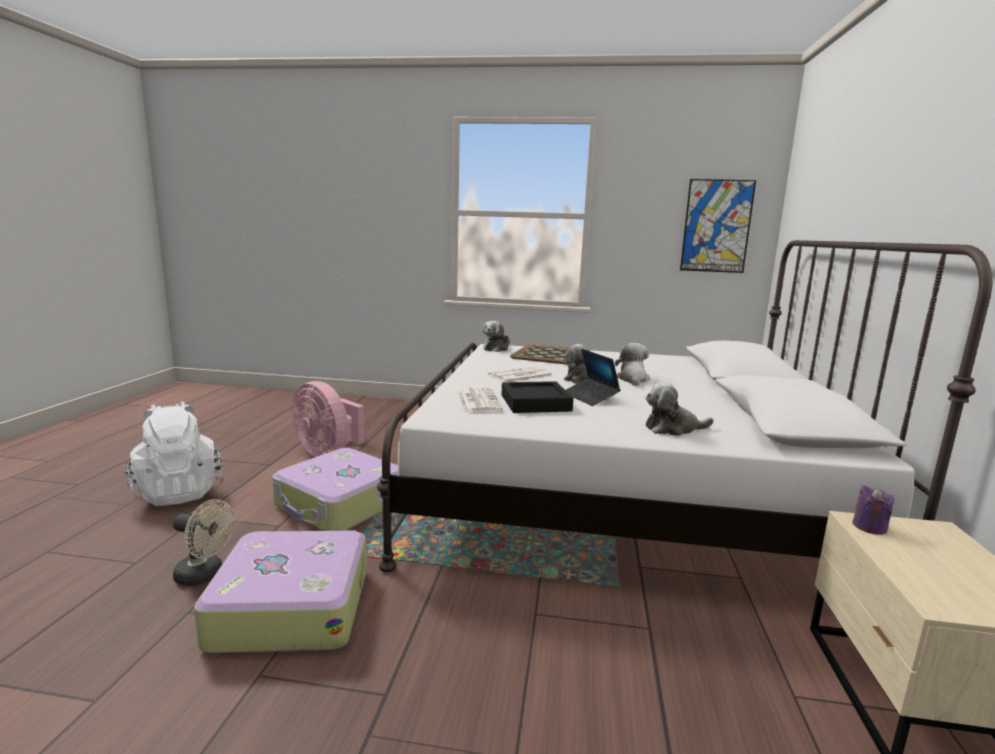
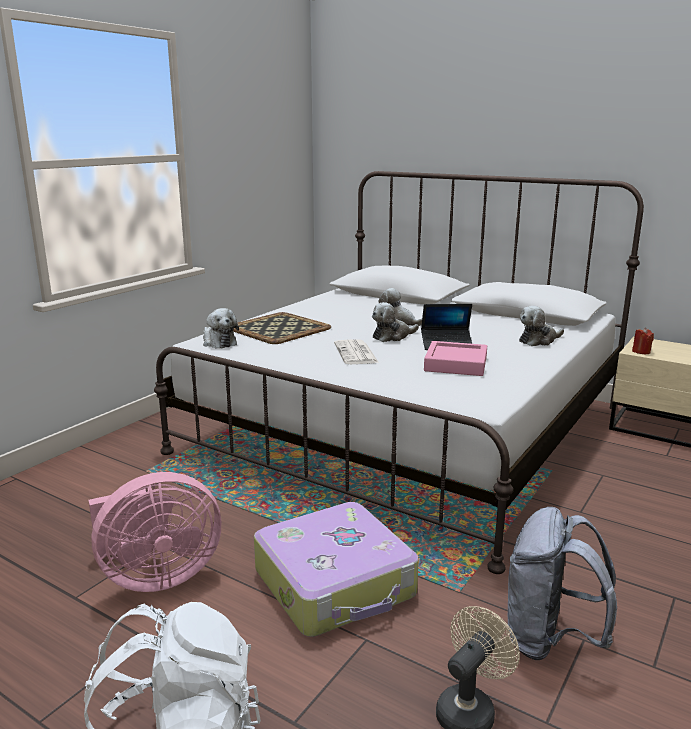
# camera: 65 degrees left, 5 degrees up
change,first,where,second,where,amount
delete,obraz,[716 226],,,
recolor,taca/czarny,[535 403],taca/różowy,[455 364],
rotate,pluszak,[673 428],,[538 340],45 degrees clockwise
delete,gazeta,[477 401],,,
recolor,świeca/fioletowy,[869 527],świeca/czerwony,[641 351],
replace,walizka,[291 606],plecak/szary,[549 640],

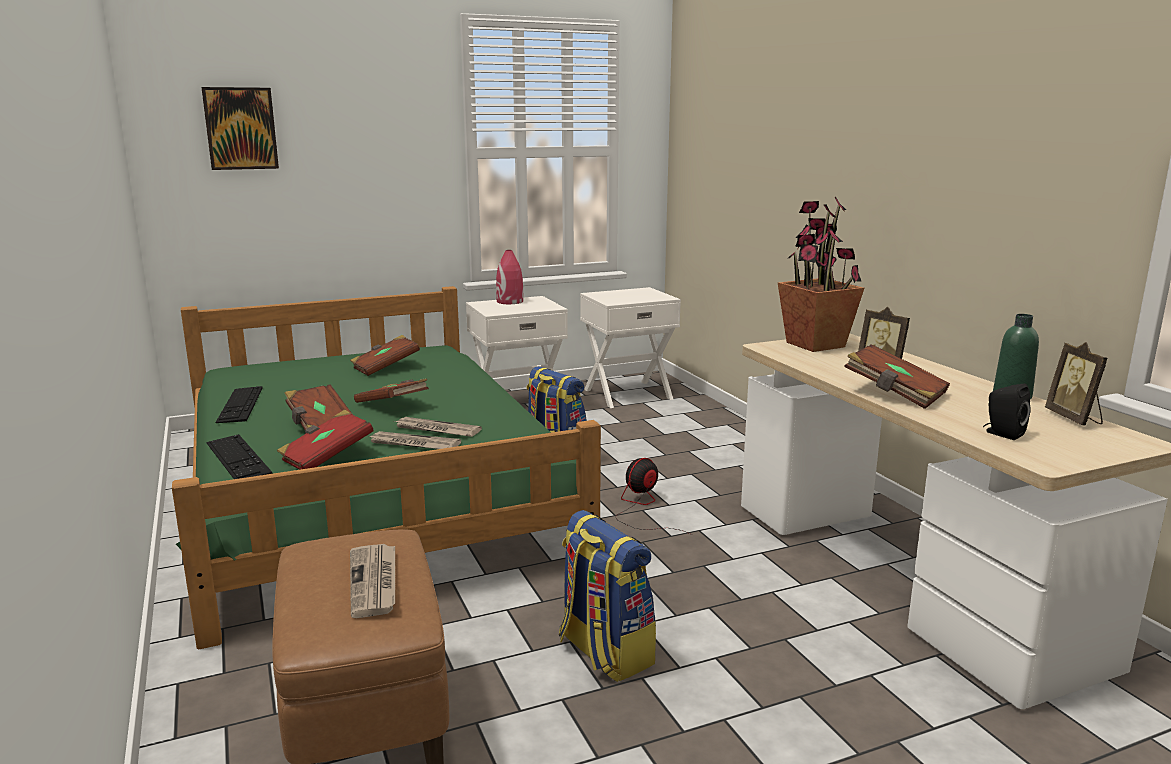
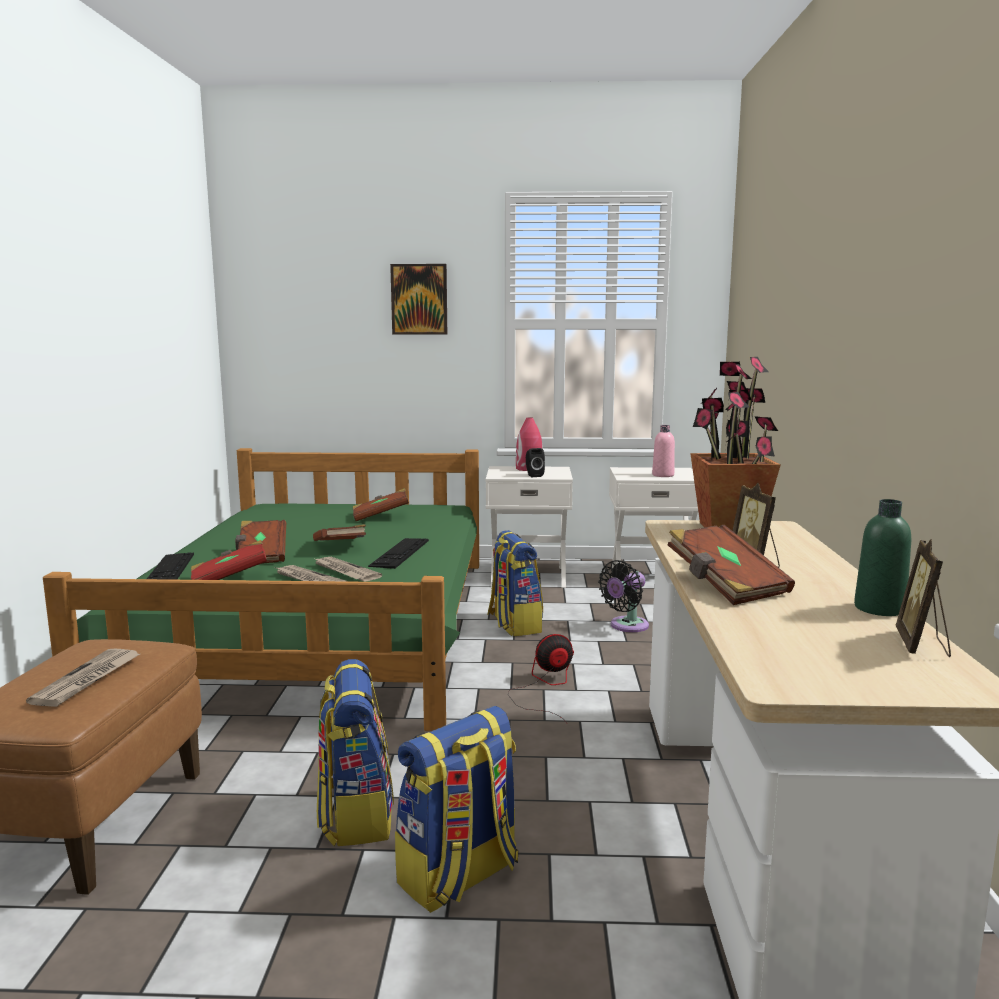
# camera: 25 degrees right, 5 degrees down
change,first,where,second,where,amount
move,obraz,[241 128],,[419 299],
move,głośnik/czarny,[1002 433],,[533 475],
move,klawiatura,[240 404],,[400 553],
insert,,,butelka/różowy,[663 475],
insert,,,wentylator/czarny,[626 626],
insert,,,plecak,[459 877],

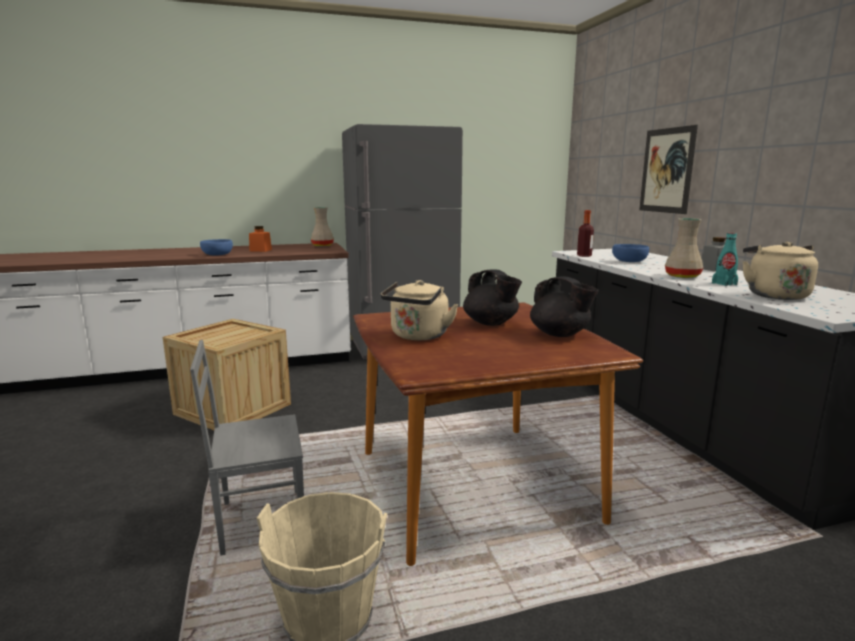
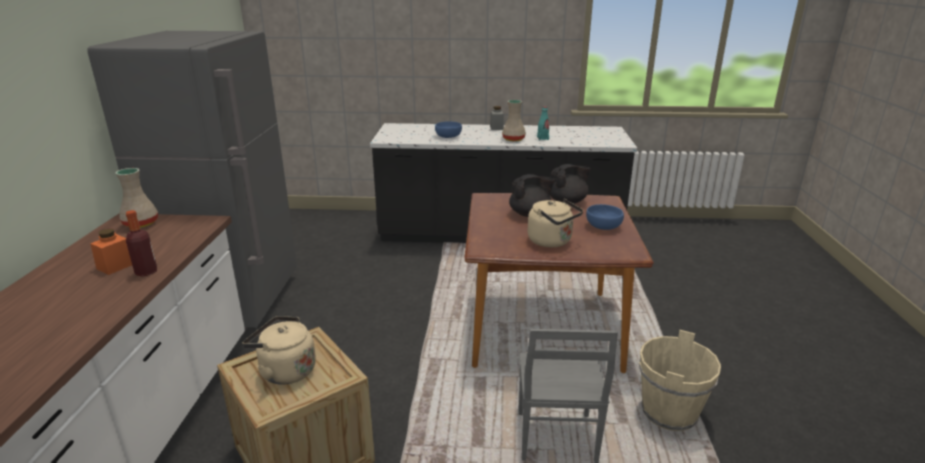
# camera: 70 degrees left, 10 degrees up
change,first,where,second,where,amount
delete,obraz,[666 170],,,
move,butelka,[584 256],,[146 272],
move,miska/niebieski,[217 254],,[603 226],
move,czajnik/beżowy,[774 295],,[285 371],

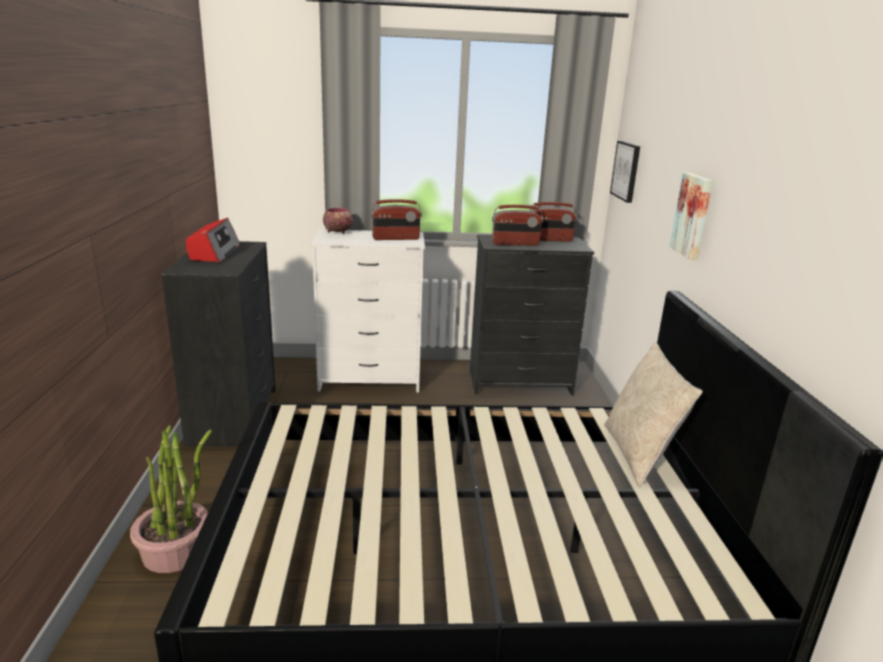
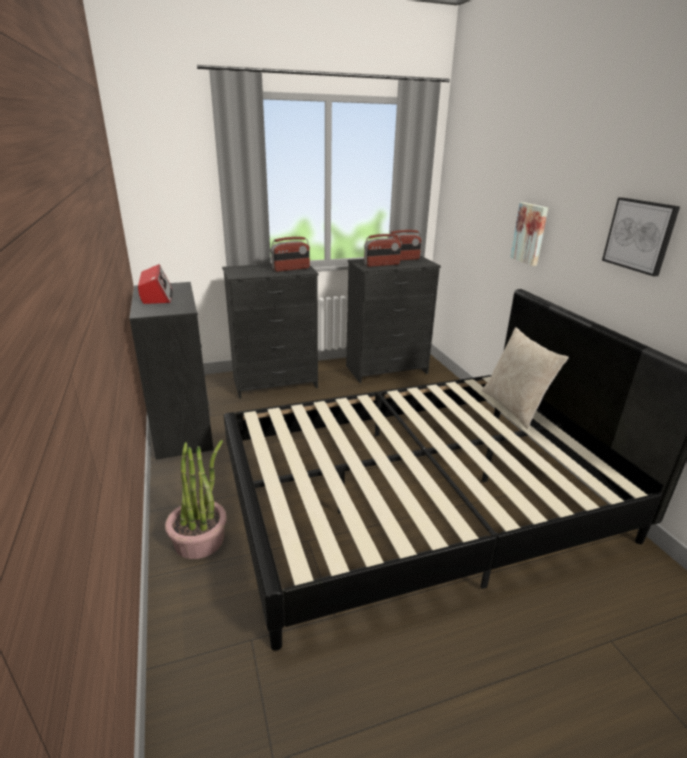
# camera: 15 degrees left, 5 degrees up
change,first,where,second,where,amount
move,obraz,[626 171],,[640 235],
delete,miska,[338 232],,,
recolor,komoda/biały,[370 379],komoda/czarny,[275 383],

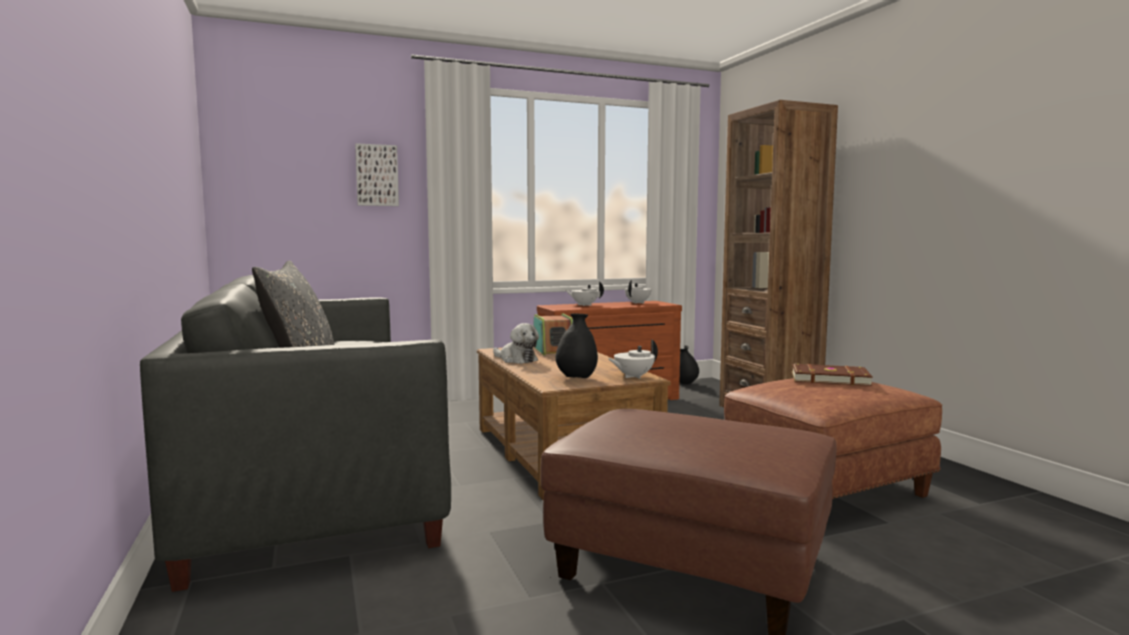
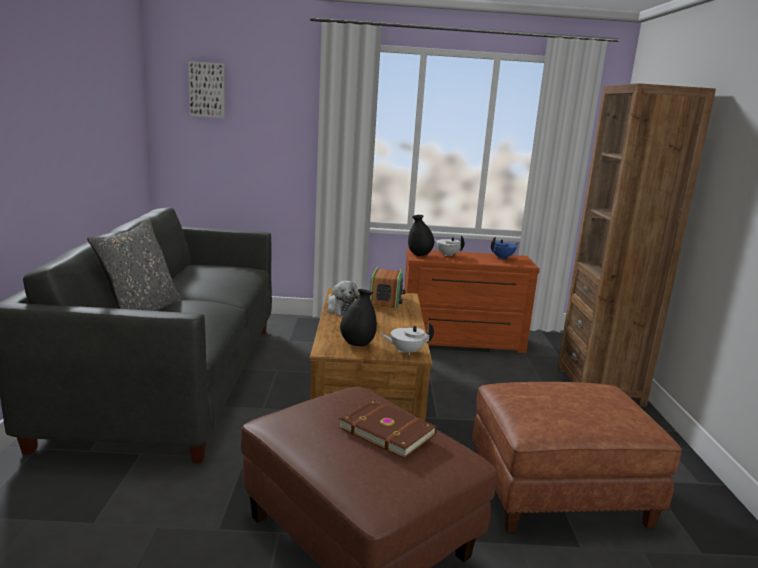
# camera: 20 degrees right, 10 degrees up
change,first,where,second,where,amount
move,obraz,[377 175],,[207 90],
recolor,imbryk/biały,[638 303],imbryk/niebieski,[502 257],
move,wazon/czarny,[685 383],,[419 255],
move,książka/brązowy,[829 378],,[387 430],

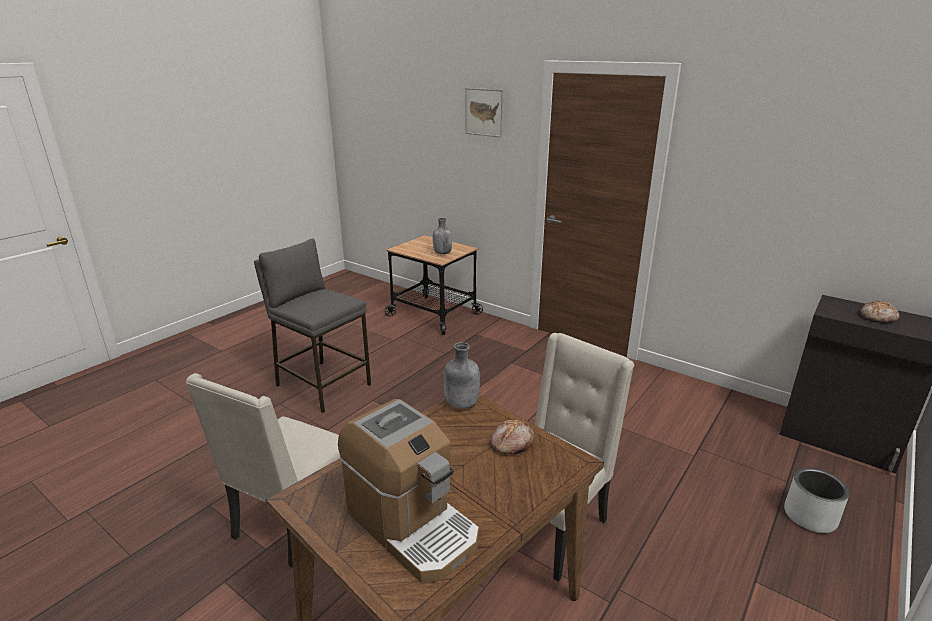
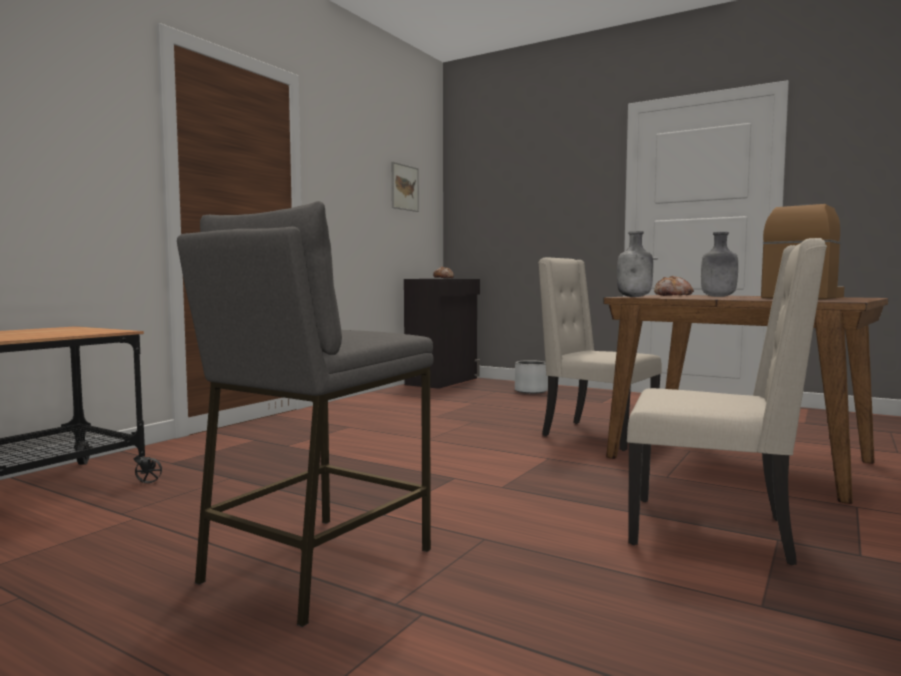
# camera: 95 degrees left, 20 degrees down
change,first,where,second,where,amount
move,obraz,[484 112],,[404 187],
move,butelka/szary,[442 253],,[718 296],

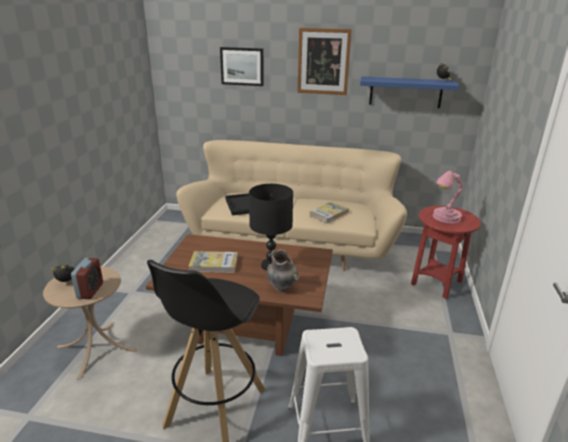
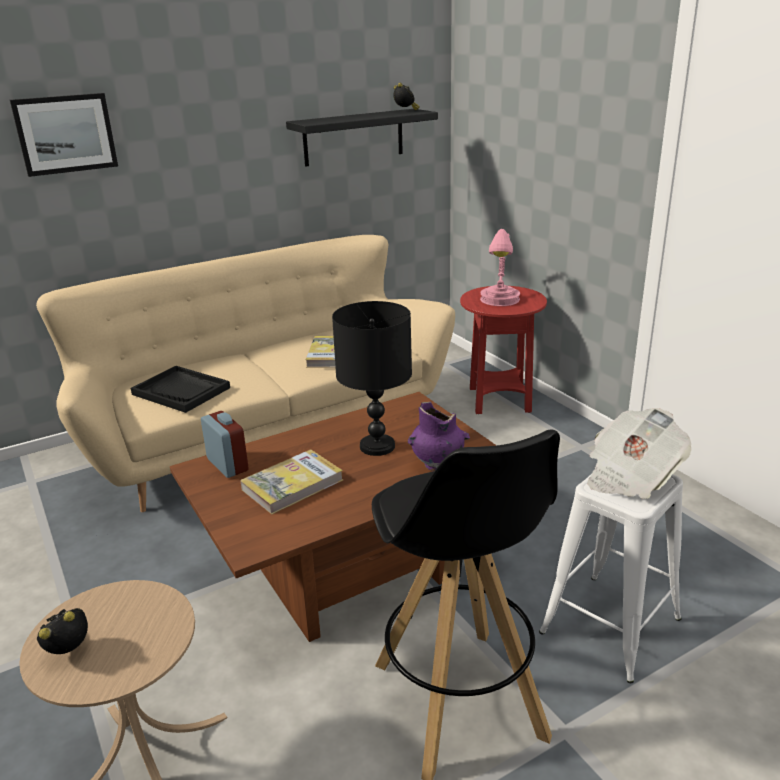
# camera: 40 degrees left, 0 degrees up
change,first,where,second,where,amount
delete,obraz,[323 61],,,
recolor,półka/niebieski,[405 92],półka/czarny,[353 137],
recolor,wazon/szary,[282 287],wazon/fioletowy,[438 464],
move,budzik,[90 291],,[227 465],
insert,,,gazeta,[631 476],

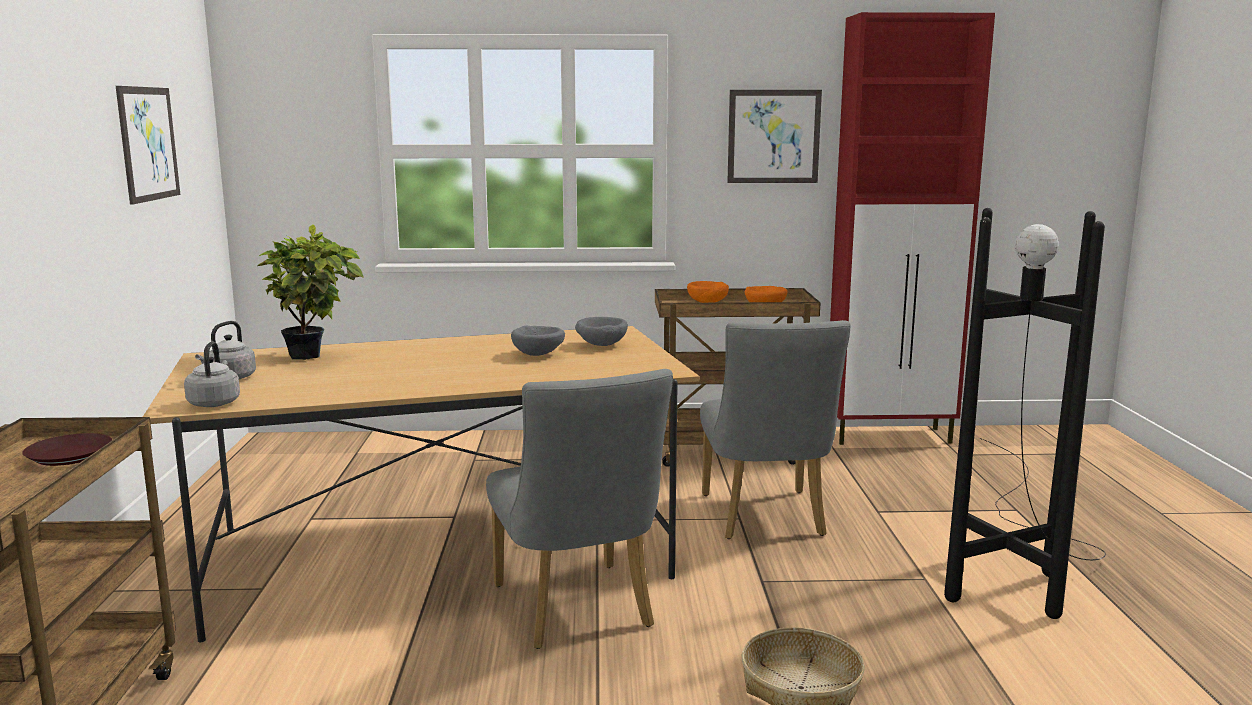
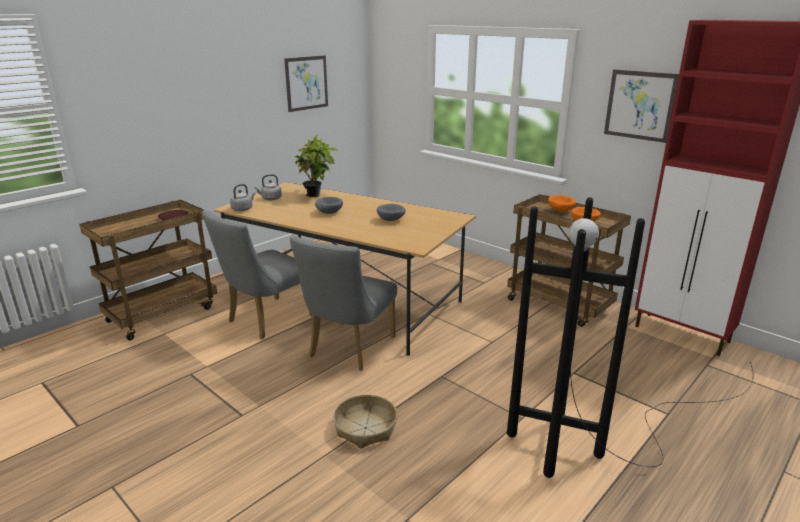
# camera: 45 degrees right, 10 degrees up
change,first,where,second,where,amount
move,miska/szary,[600 345],,[329 212],
move,krzesło/szary,[765 519],,[265 320],

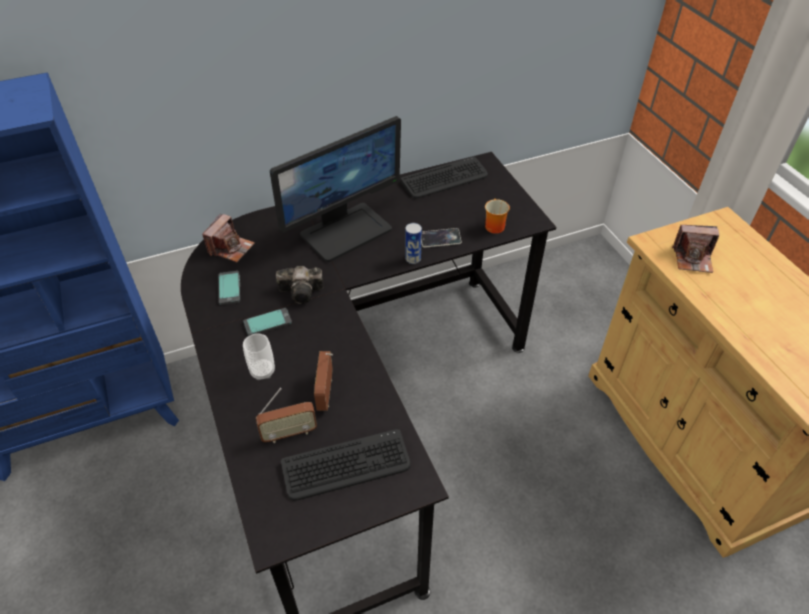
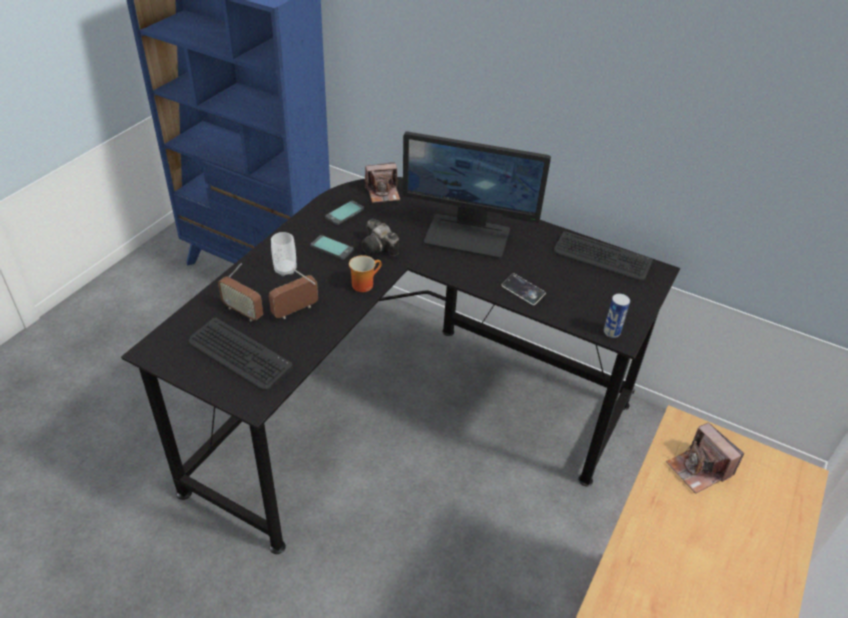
# camera: 50 degrees right, 5 degrees down
change,first,where,second,where,amount
move,kubek,[493 225],,[363 283],
move,puszka,[413 259],,[611 332],

